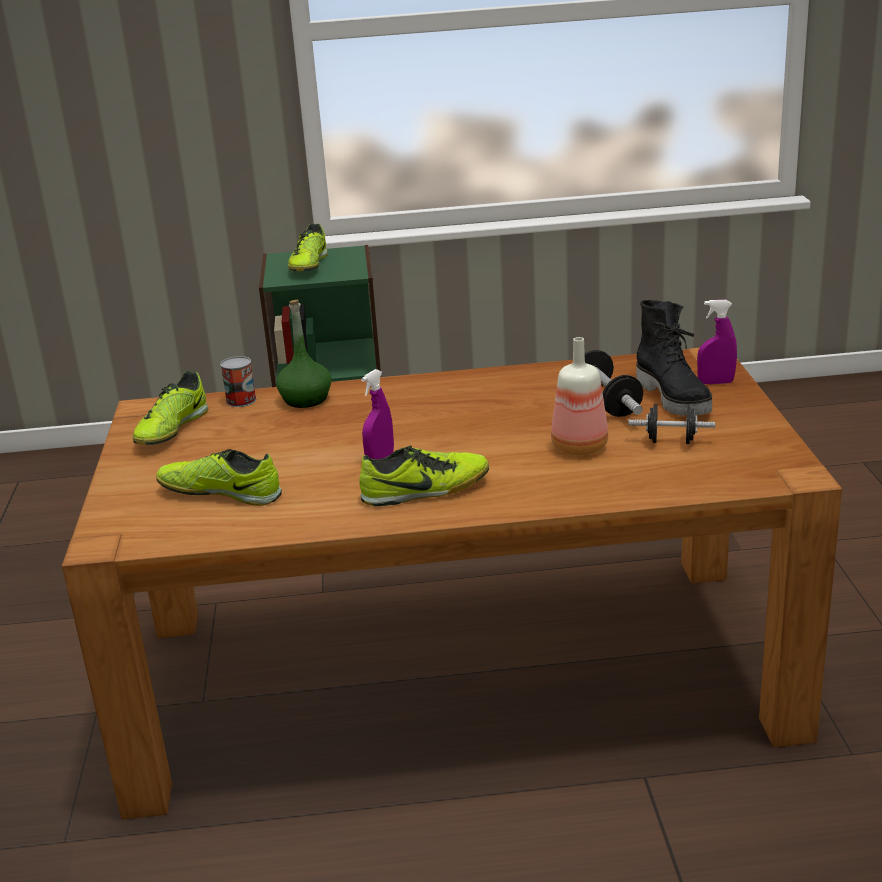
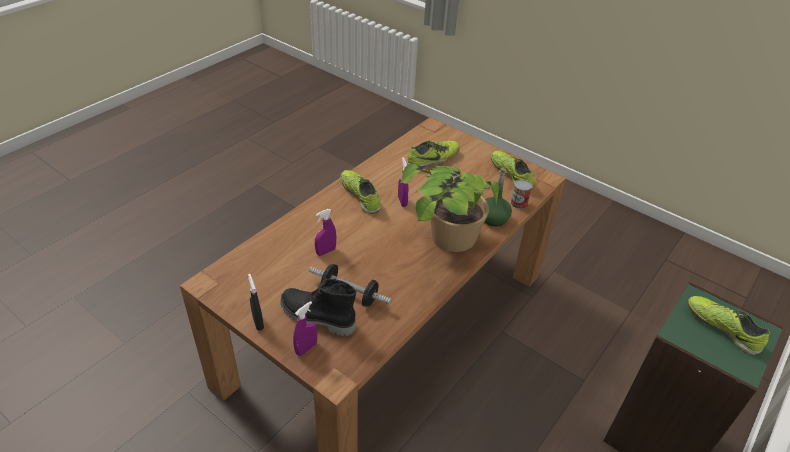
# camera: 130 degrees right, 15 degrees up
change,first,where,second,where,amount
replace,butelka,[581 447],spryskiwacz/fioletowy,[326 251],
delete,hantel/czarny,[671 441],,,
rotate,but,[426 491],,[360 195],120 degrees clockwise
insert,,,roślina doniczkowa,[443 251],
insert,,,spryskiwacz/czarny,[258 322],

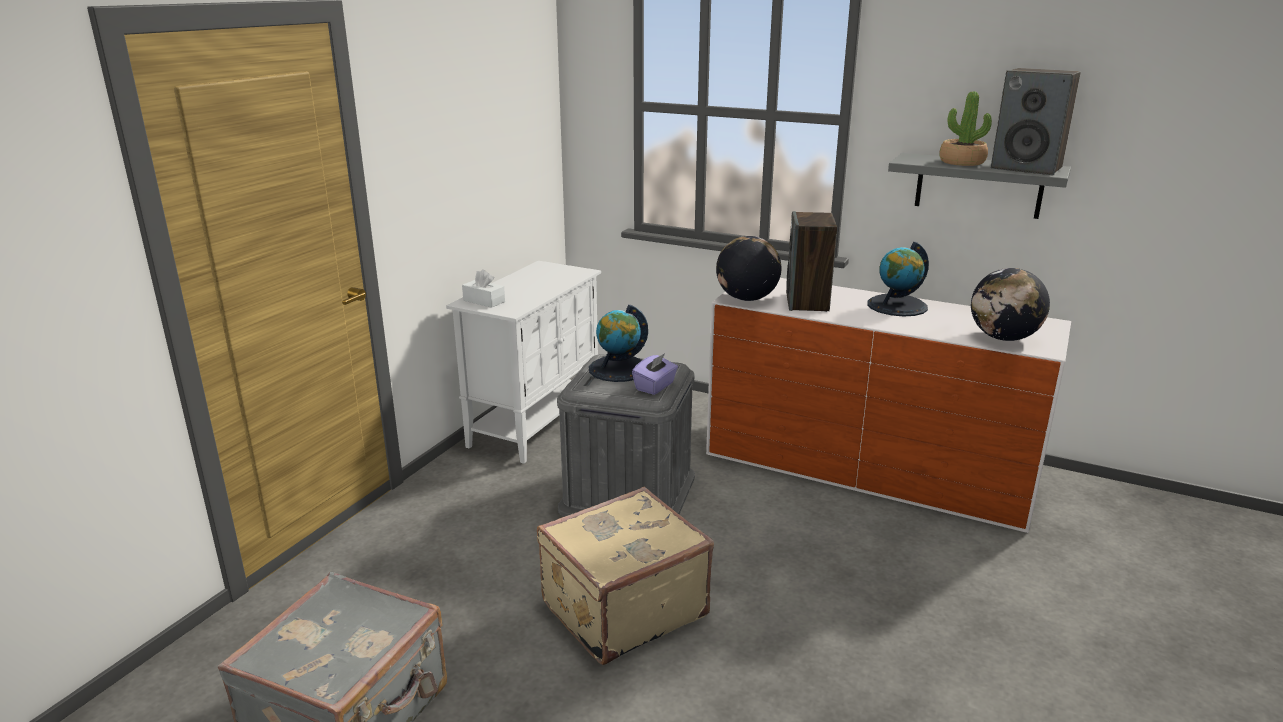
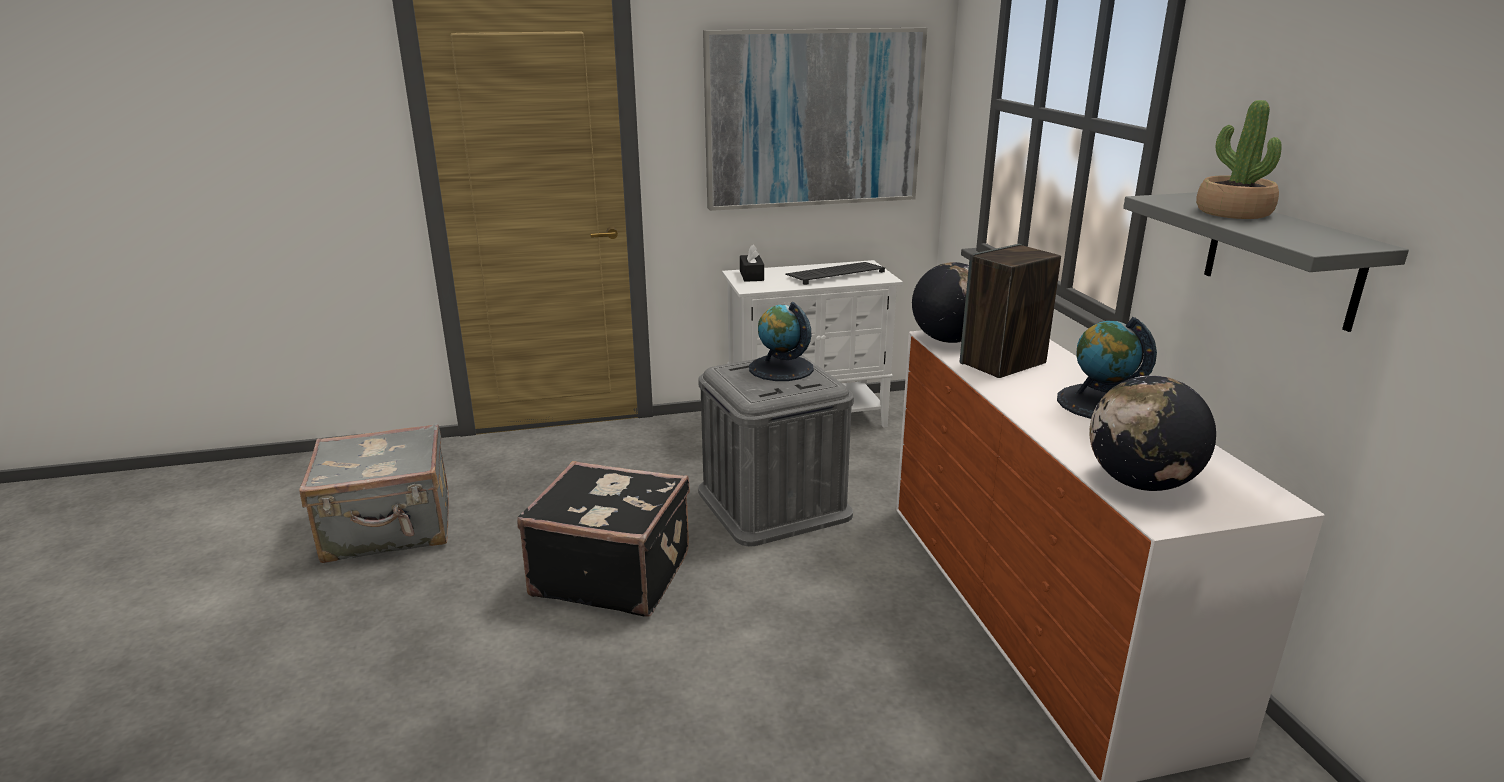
# camera: 50 degrees right, 0 degrees up
change,first,where,second,where,amount
delete,głośnik,[1027 168],,,
recolor,pudełko chusteczek/biały,[484 301],pudełko chusteczek/czarny,[751 275],
delete,pudełko chusteczek/fioletowy,[655 386],,,
recolor,walizka/beżowy,[622 608],walizka/czarny,[612 573],
insert,,,obraz,[813 118],
insert,,,klawiatura,[835 274],

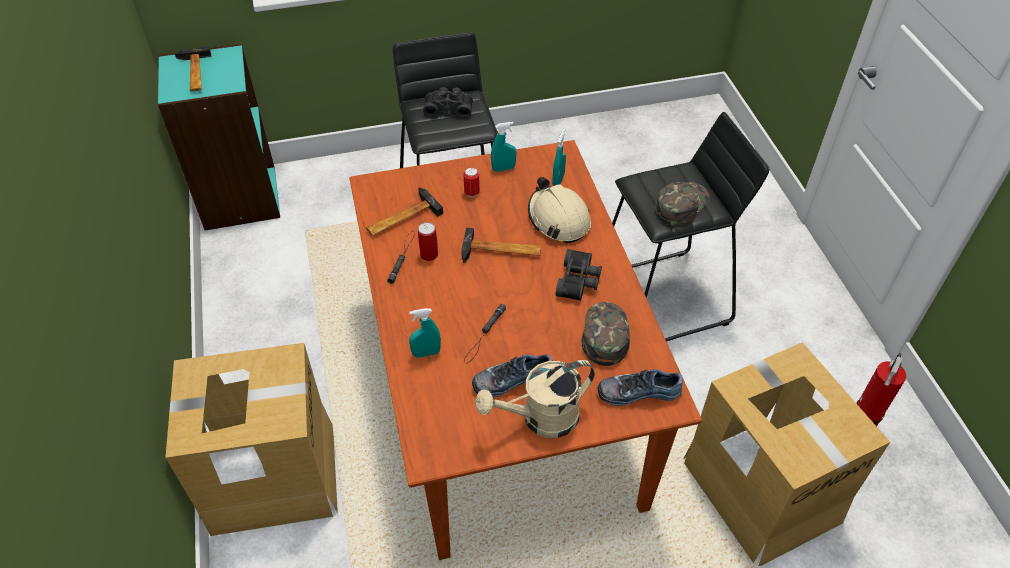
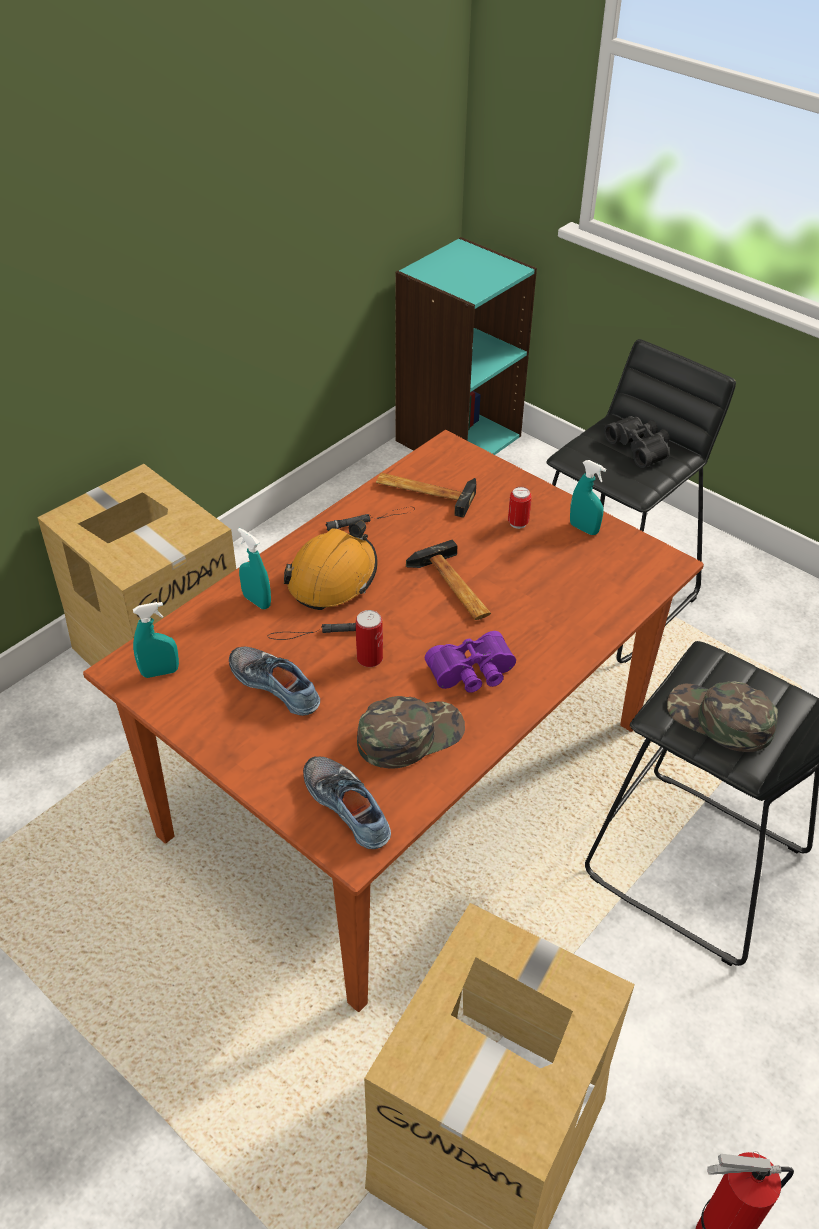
# camera: 55 degrees right, 5 degrees down
change,first,where,second,where,amount
delete,młotek,[194 74],,,
move,spryskiwacz/turkusowy,[558 180],,[160 672],
delete,kask/beżowy,[558 219],,,
rotate,czapka z daszkiem/zielony,[680 205],,[719 719],150 degrees counterclockwise
move,puszka,[429 255],,[369 658],
recolor,lornetka/czarny,[579 281],lornetka/fioletowy,[473 674],
delete,konewka/beżowy,[541 419],,,
insert,,,kask/pomarańczowy,[333 577],

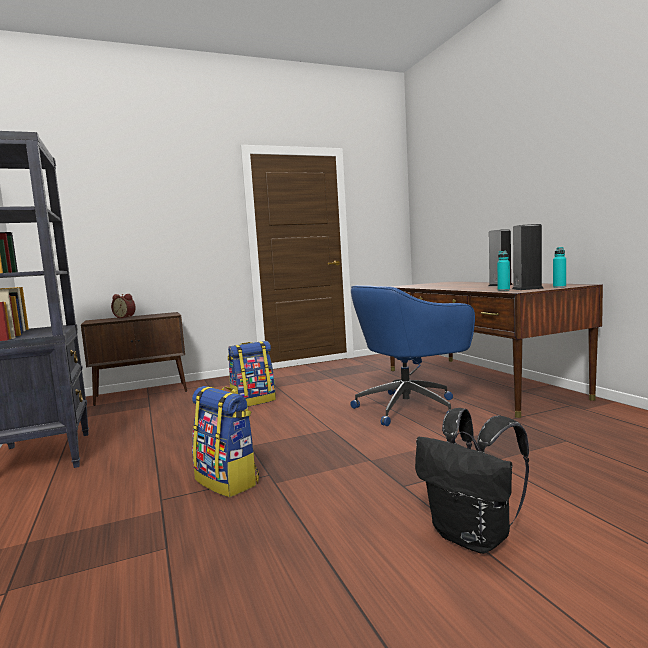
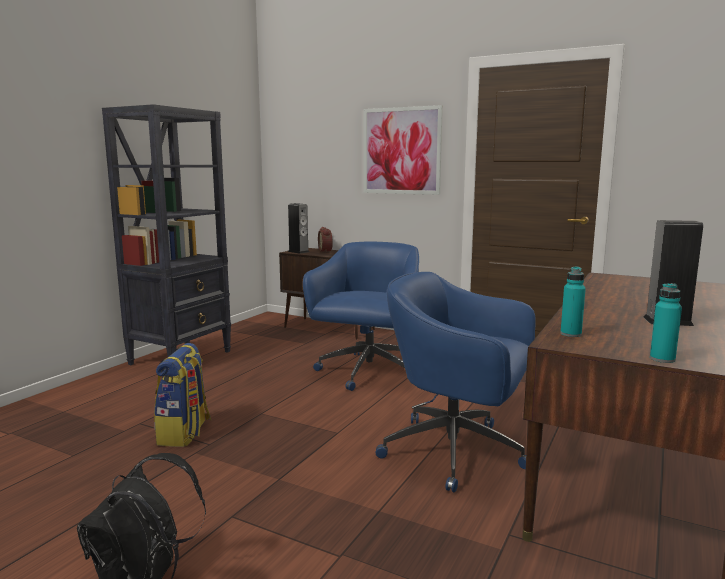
# camera: 50 degrees right, 5 degrees up
change,first,where,second,where,amount
move,głośnik,[527 289],,[298 251],
replace,plecak,[253 401],krzesło biurowe/niebieski,[368 372],
insert,,,obraz,[401 151],

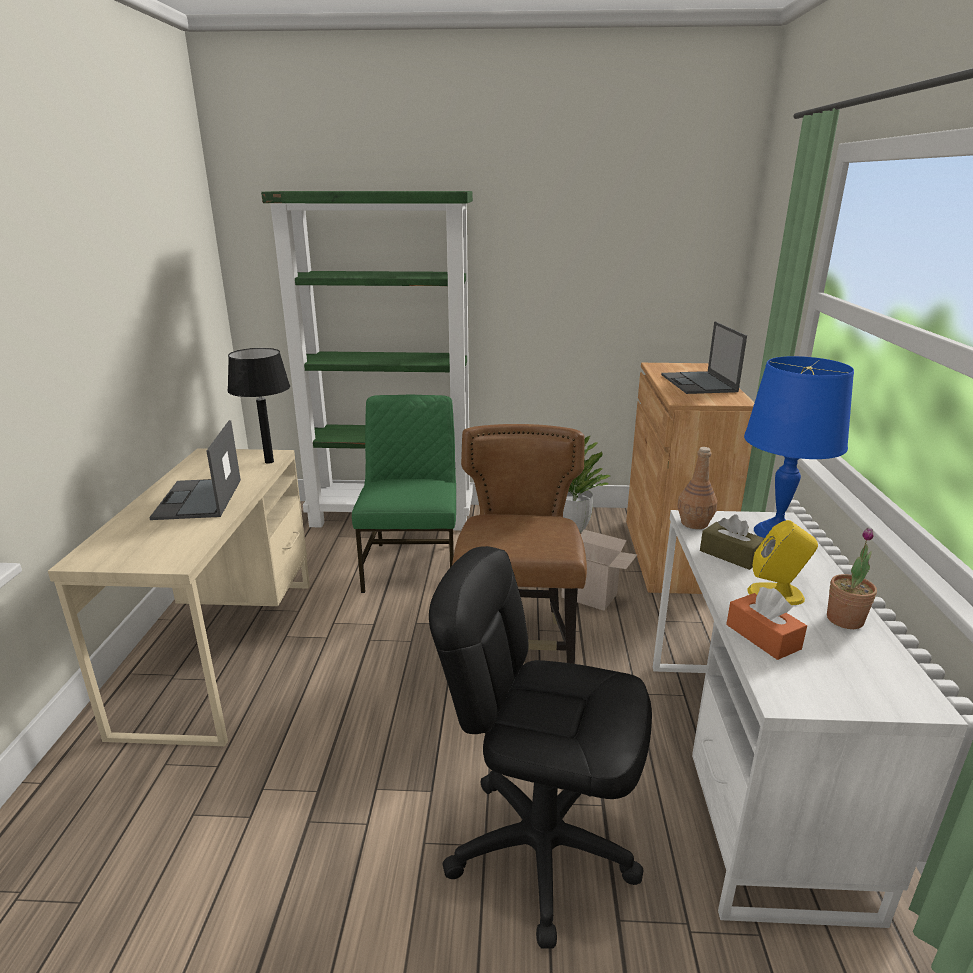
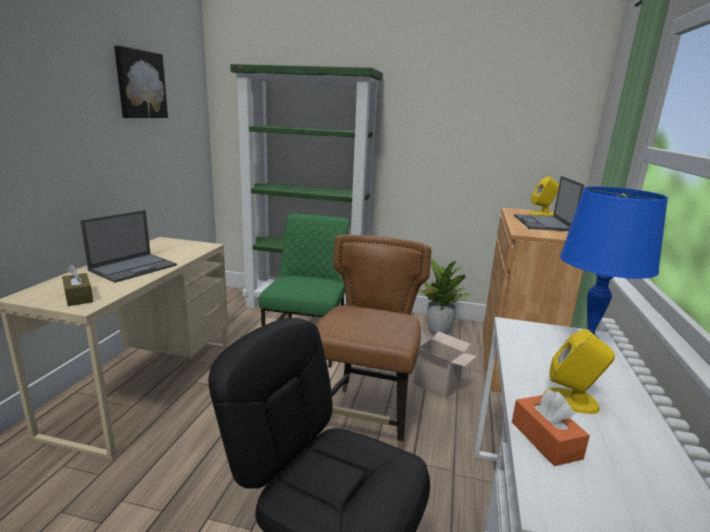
# camera: 10 degrees right, 5 degrees down
change,first,where,second,where,amount
delete,lampa stołowa/czarny,[269 462],,,
rotate,laptop,[198 500],,[134 267],150 degrees counterclockwise
delete,butelka/brązowy,[694 523],,,
move,pudełko chusteczek/brązowy,[730 555],,[78 297],
delete,roślina doniczkowa,[844 619],,,
insert,,,obraz,[140 84],
insert,,,głośnik/żółty,[542 214],

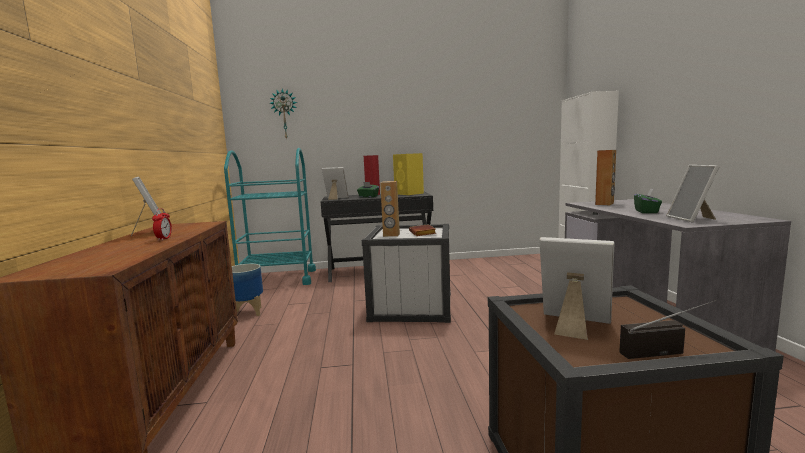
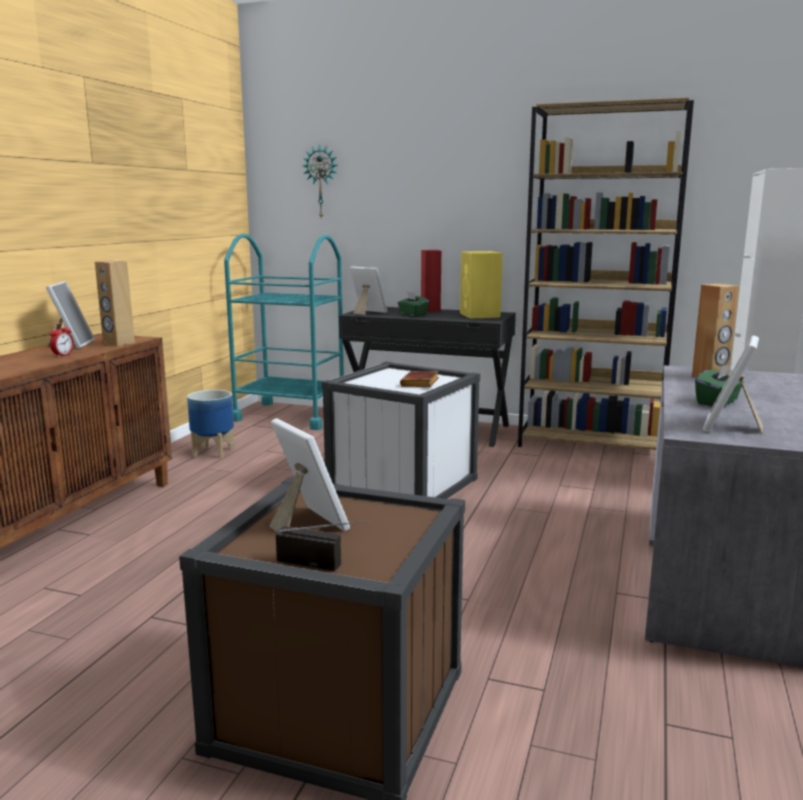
# camera: 25 degrees right, 5 degrees up
change,first,where,second,where,amount
move,głośnik/brązowy,[391 235],,[118 343],
insert,,,regał/brązowy,[591 443],

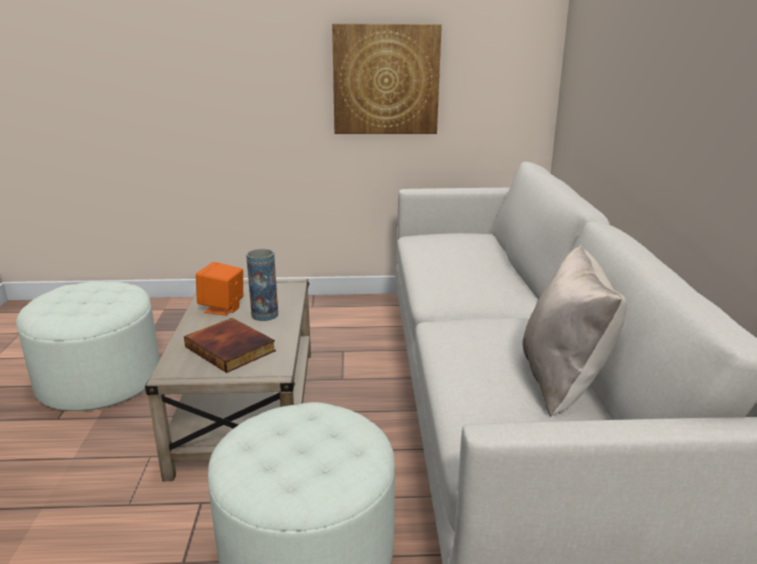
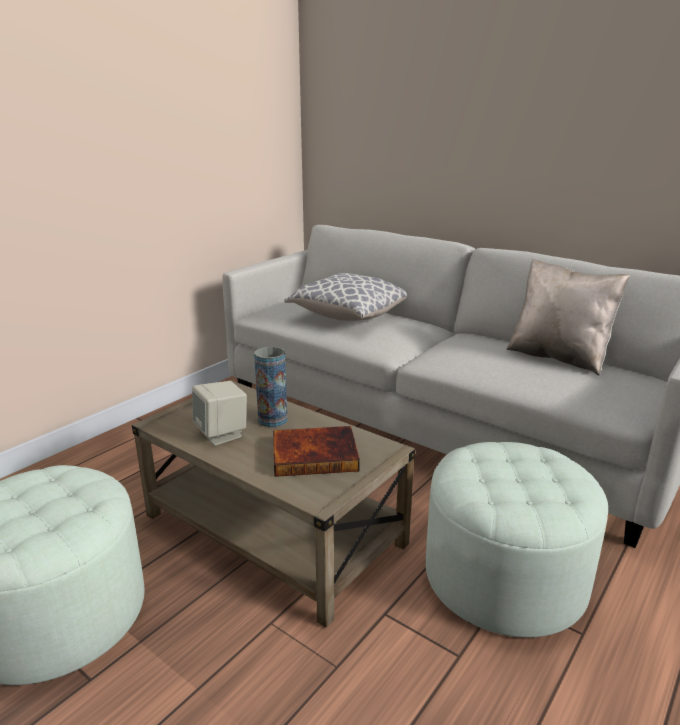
# camera: 50 degrees left, 0 degrees up
change,first,where,second,where,amount
delete,obraz,[386 80],,,
recolor,głośnik/pomarańczowy,[222 308],głośnik/beżowy,[222 434],
insert,,,poduszka,[348 316],

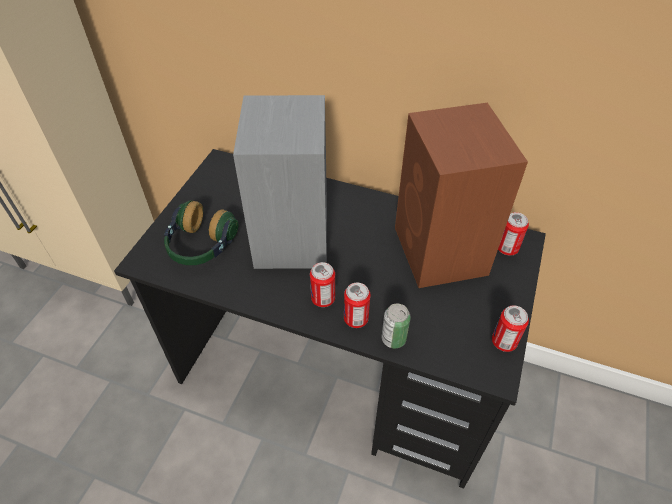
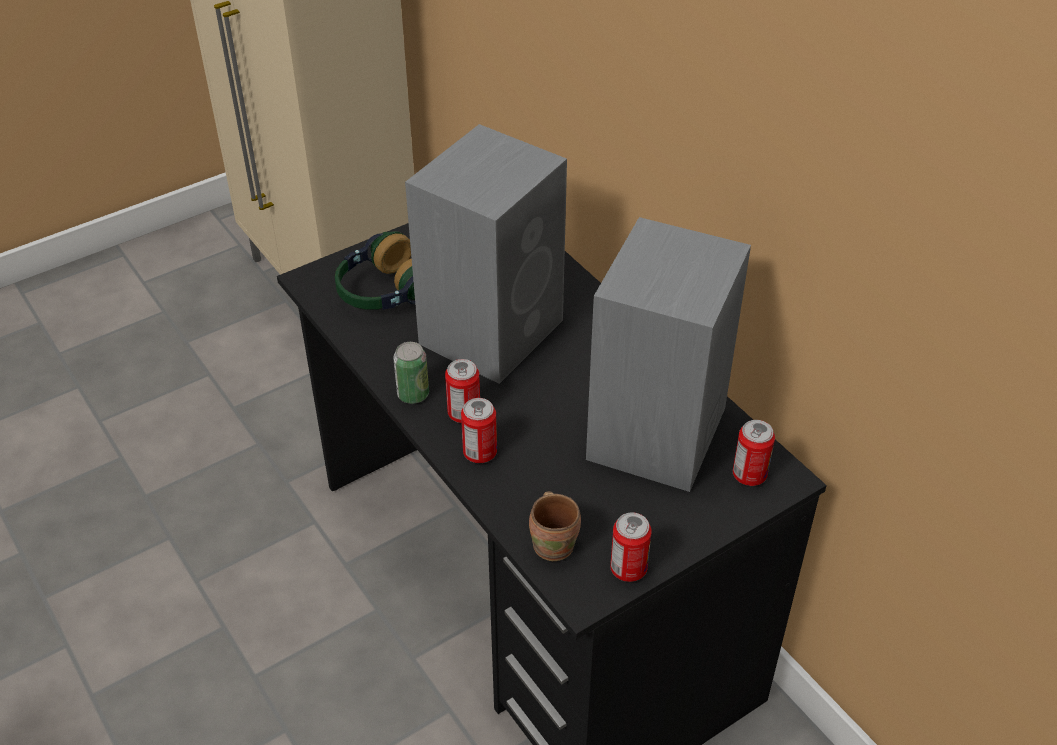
# camera: 35 degrees right, 5 degrees down
change,first,where,second,where,amount
recolor,głośnik/brązowy,[441 252],głośnik/szary,[655 436],
move,puszka,[393 339],,[413 394],
insert,,,kubek/brązowy,[555 544],

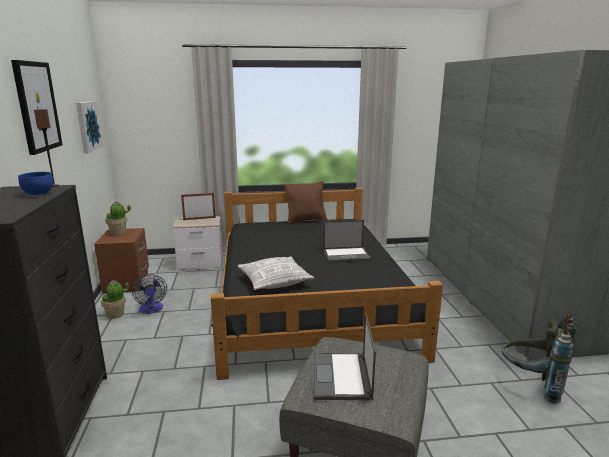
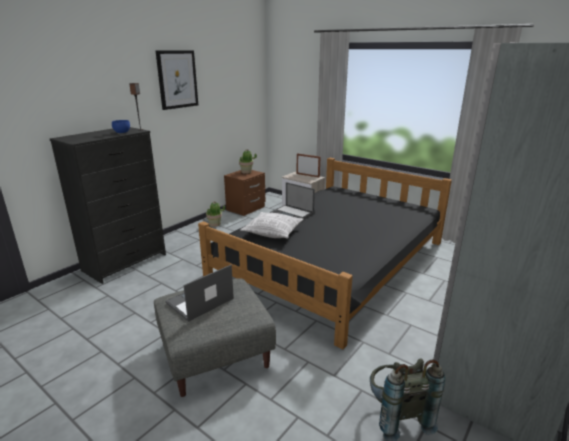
# camera: 45 degrees right, 5 degrees up
change,first,where,second,where,amount
delete,obraz,[88 126],,,
delete,poduszka/brązowy,[306 220],,,
move,laptop,[346 255],,[292 213],
delete,wentylator,[151 310],,,

